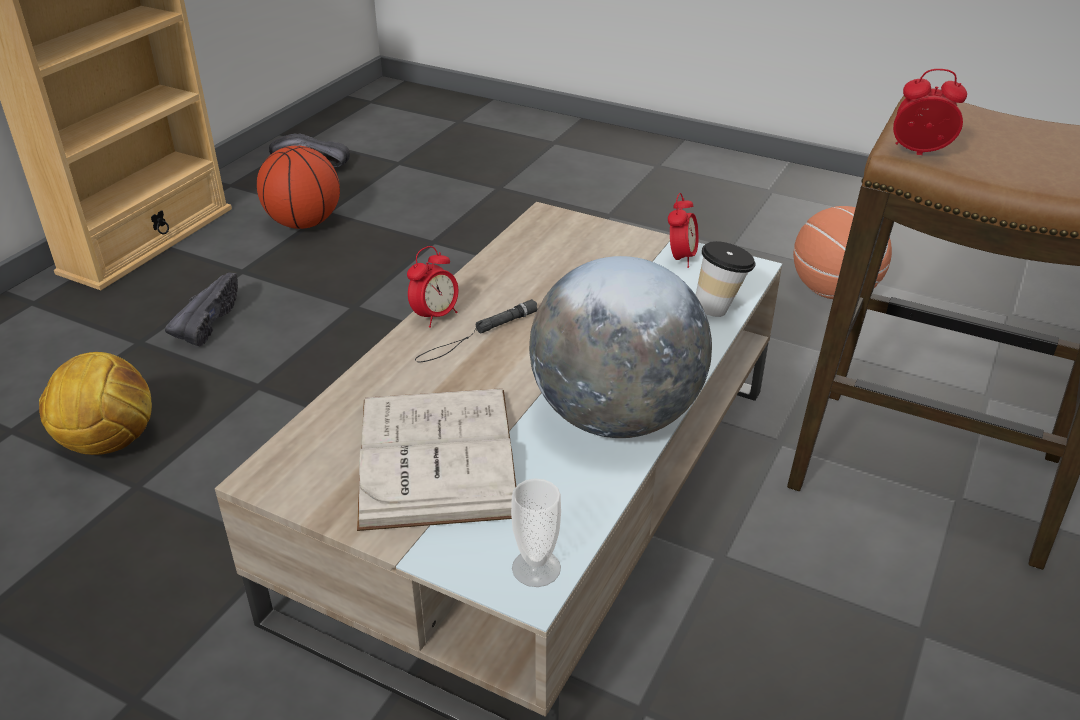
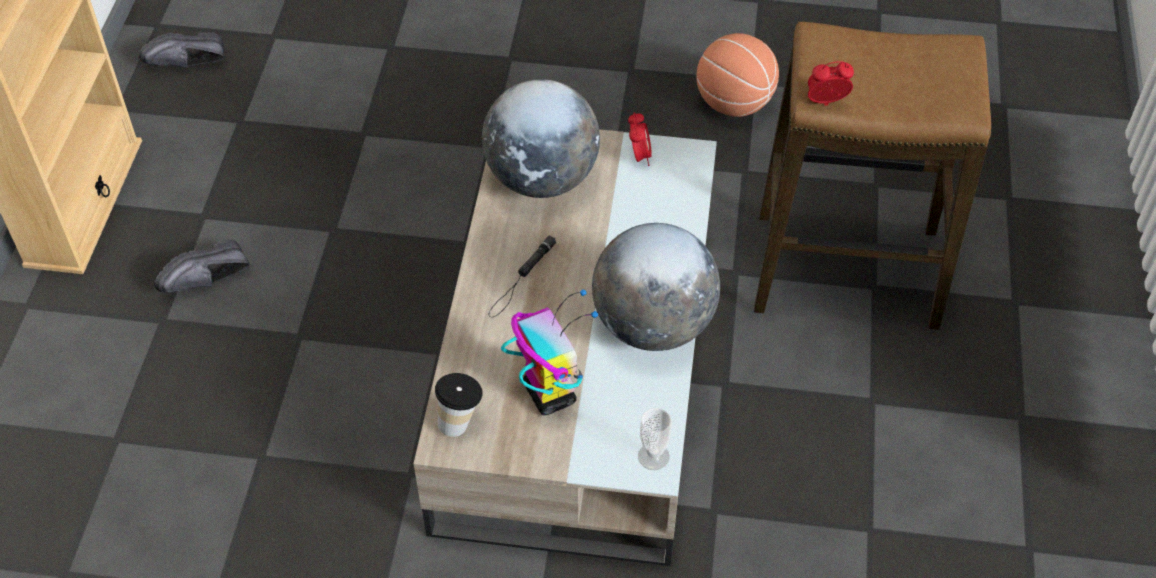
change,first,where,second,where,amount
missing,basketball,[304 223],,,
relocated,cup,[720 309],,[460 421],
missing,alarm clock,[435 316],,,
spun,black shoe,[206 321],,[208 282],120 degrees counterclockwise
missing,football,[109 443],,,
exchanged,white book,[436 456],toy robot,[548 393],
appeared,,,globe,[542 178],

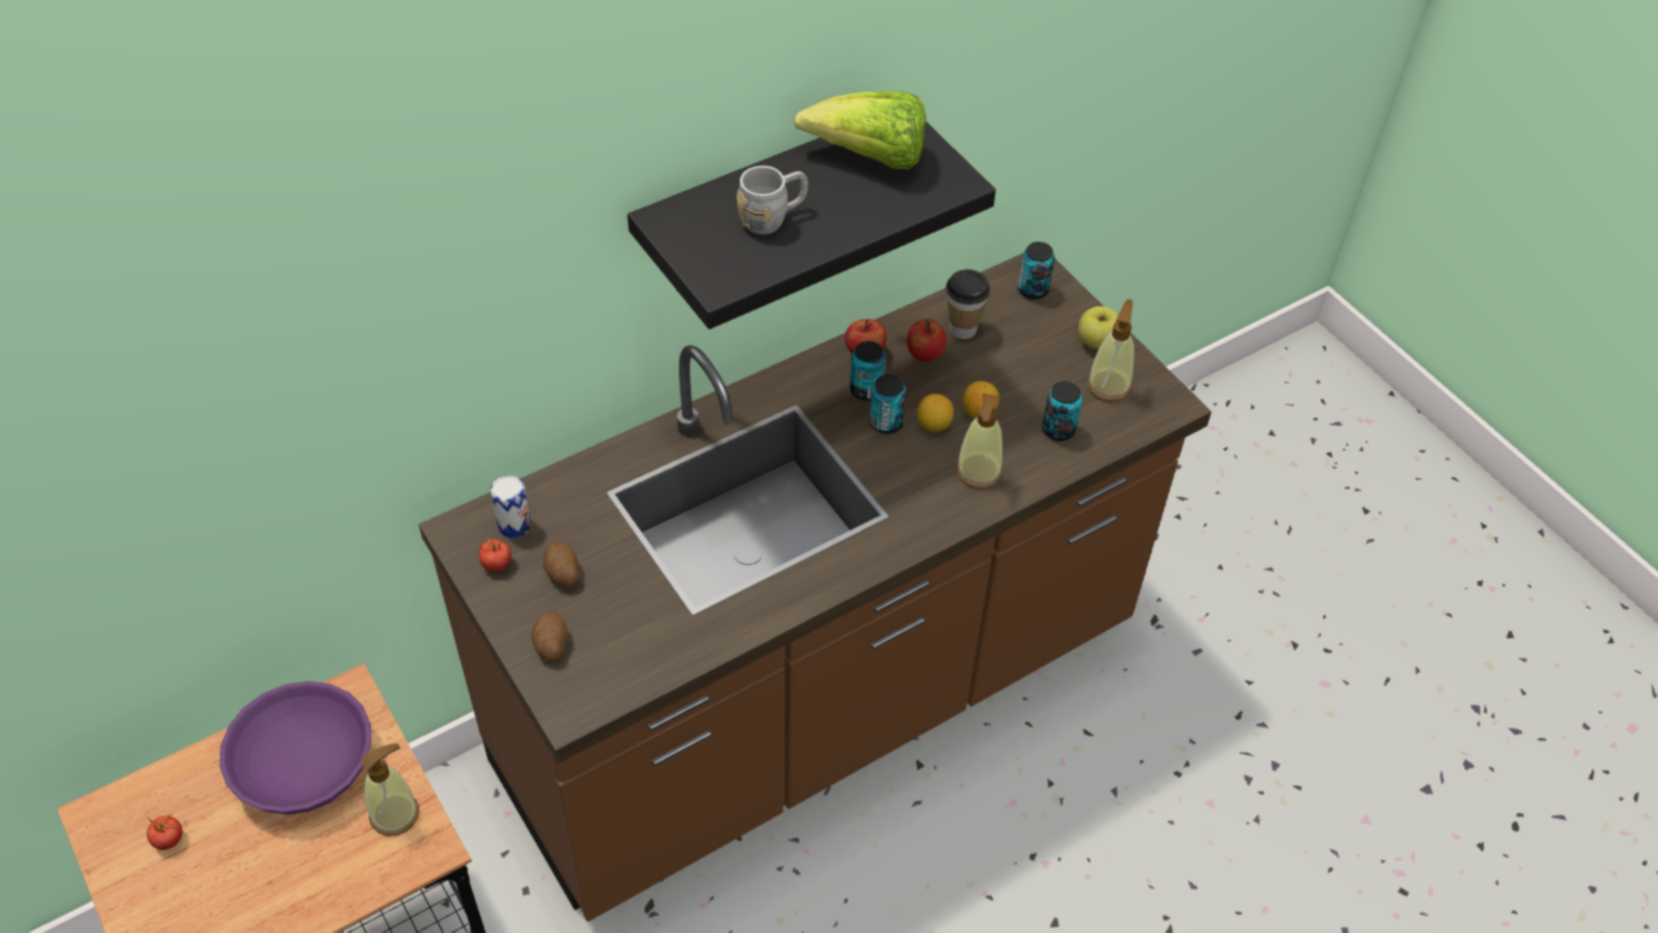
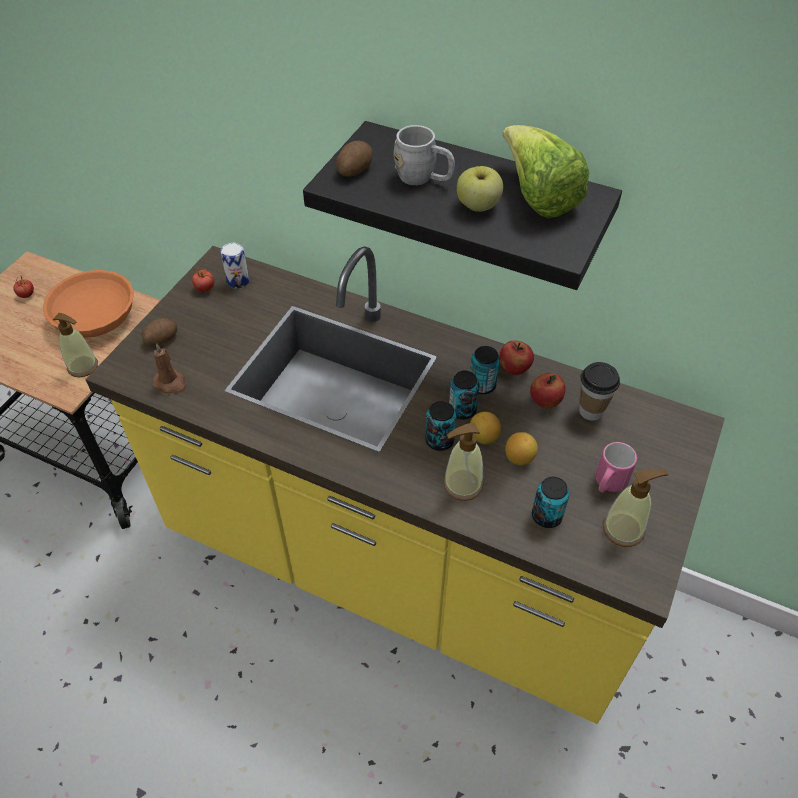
change,first,where,second,where,amount
relocated,can,[1033 290],,[439 440],
colour,brown counter,[819 703],yellow counter,[399 568],
relocated,apple,[1097 342],,[478 206],
relocated,potato,[562 572],,[354 169],
colour,purple bowl,[304 764],orange bowl,[95 316],
appeared,,,brown candle,[171 383],
appeared,,,pink mug,[608 484],

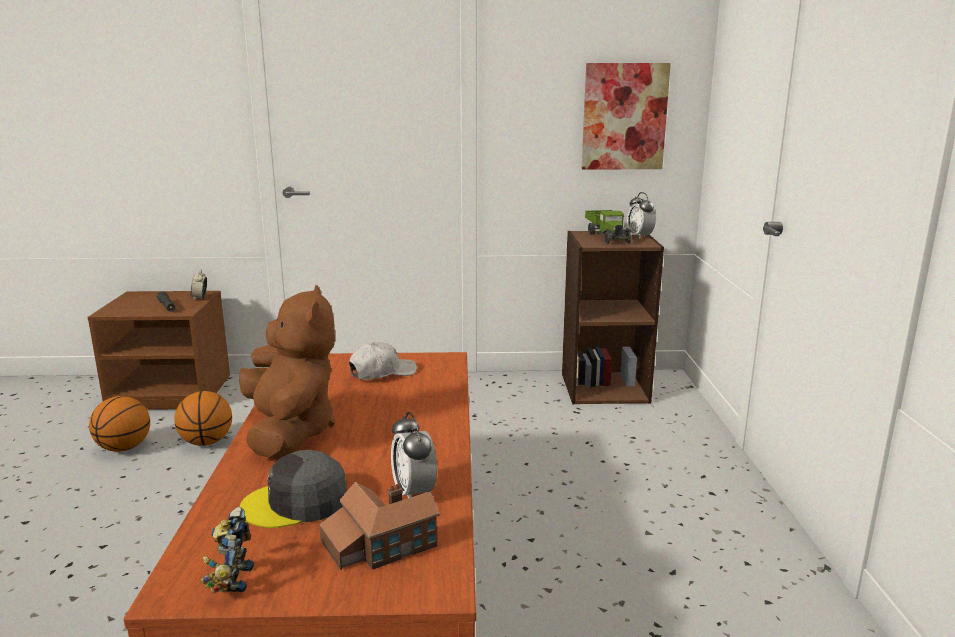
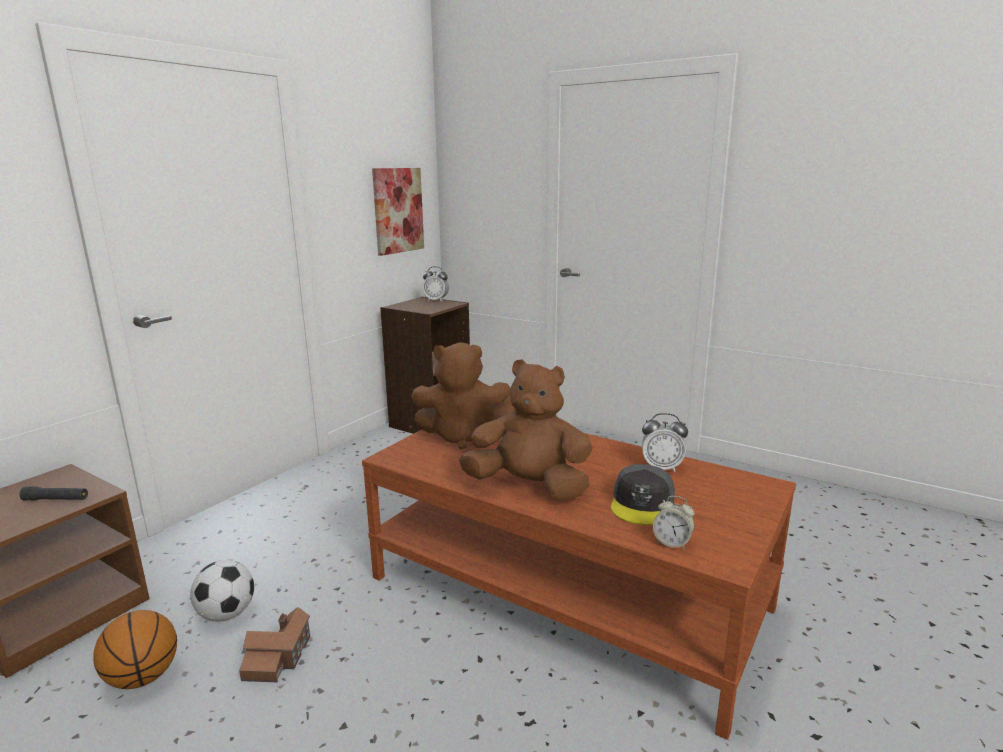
change,first,where,second,where,amount
missing,toy truck,[608 237],,,
relocated,alarm clock,[200 298],,[672 543],
exchanged,white cap,[382 372],brown plush toy,[464 436],
exchanged,basketball,[207 442],football,[227 614],
relocated,toy house,[378 544],,[278 658],
missing,toy robot,[231 579],,,

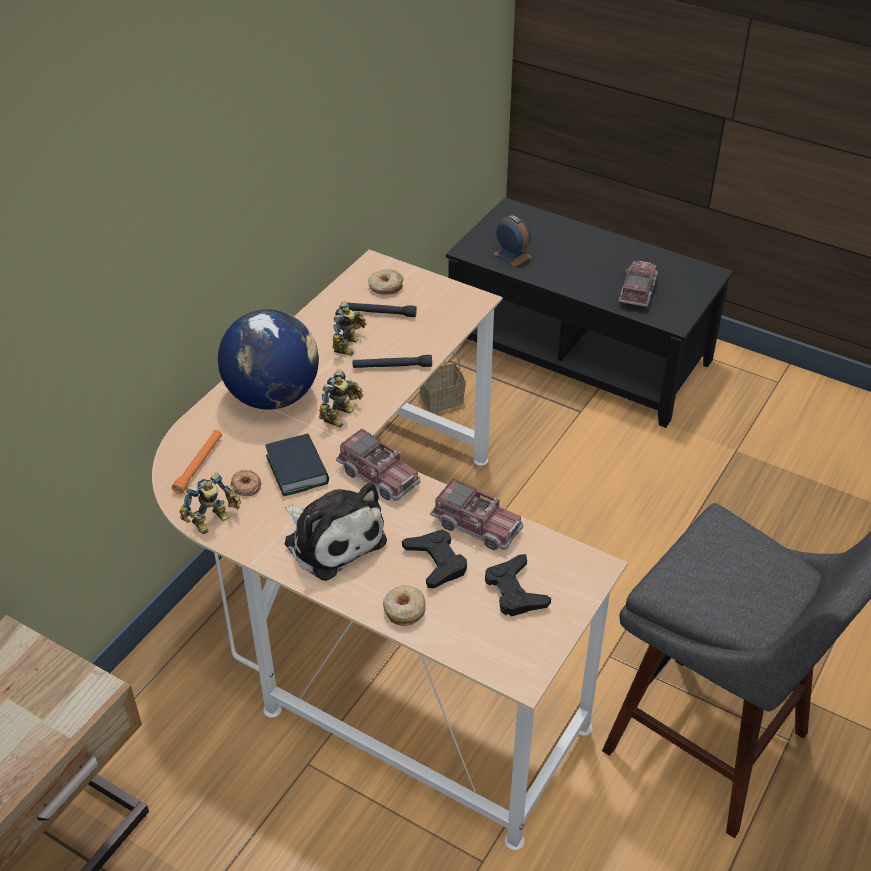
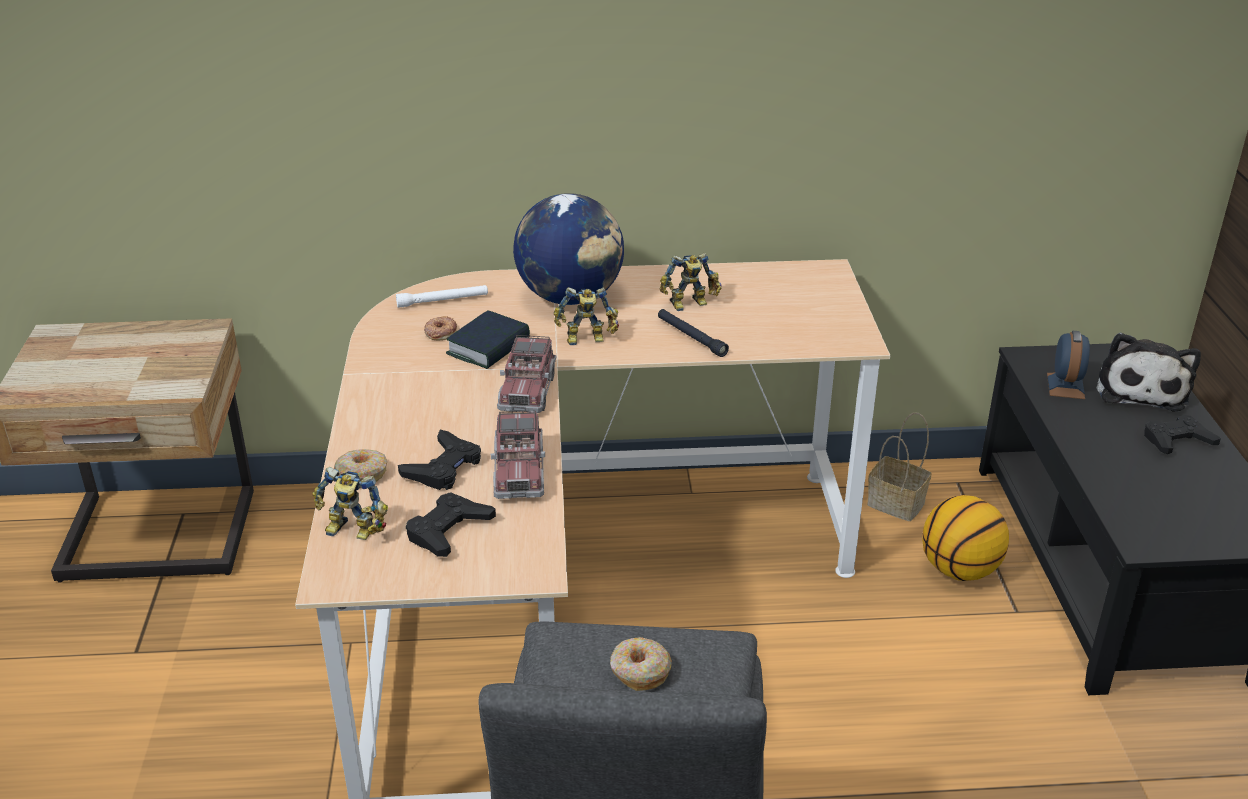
change,first,where,second,where,amount
missing,toy truck,[637 292],,,
relocated,donut,[385 287],,[639 671],
missing,black flashlight,[378 313],,,
colour,orange flashlight,[199 465],white flashlight,[442 301],
relocated,toy robot,[213 521],,[351 532],
relocated,plush toy,[332 539],,[1141 389],
appeared,,,black game controller,[1177 441],
appeared,,,basketball,[959 569],

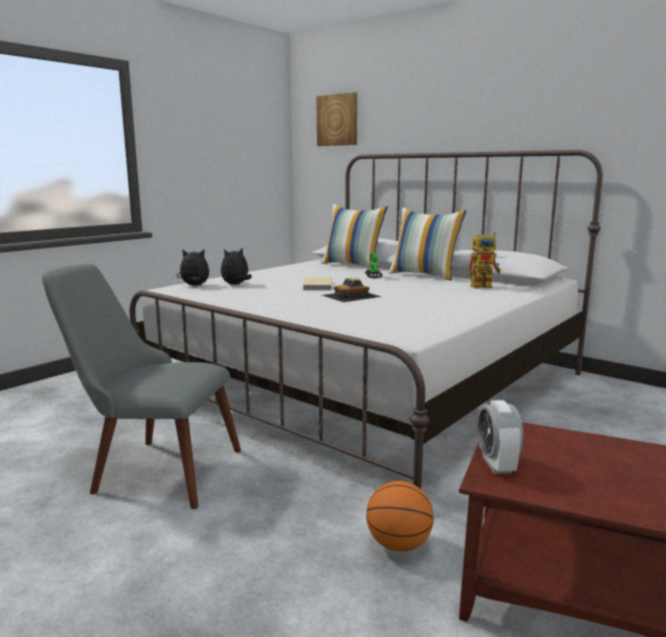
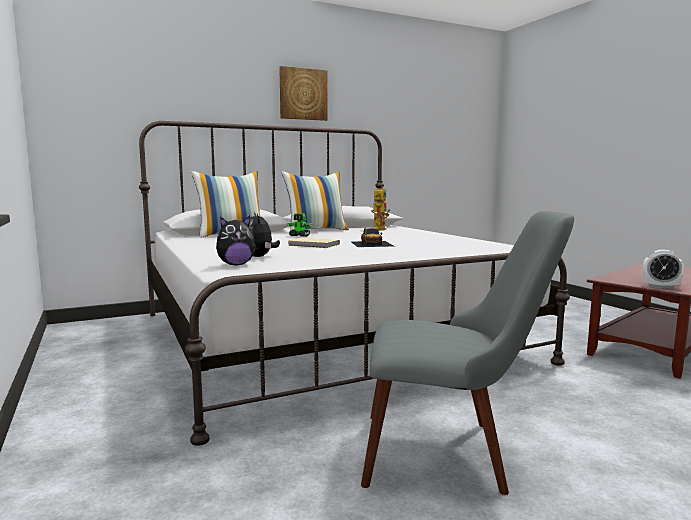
change,first,where,second,where,amount
relocated,picture,[337 120],,[303 94],
spun,plush toy,[195 286],,[236 265],135 degrees counterclockwise
spun,grey chair,[151 469],,[453 452],120 degrees counterclockwise
missing,basketball,[398 544],,,

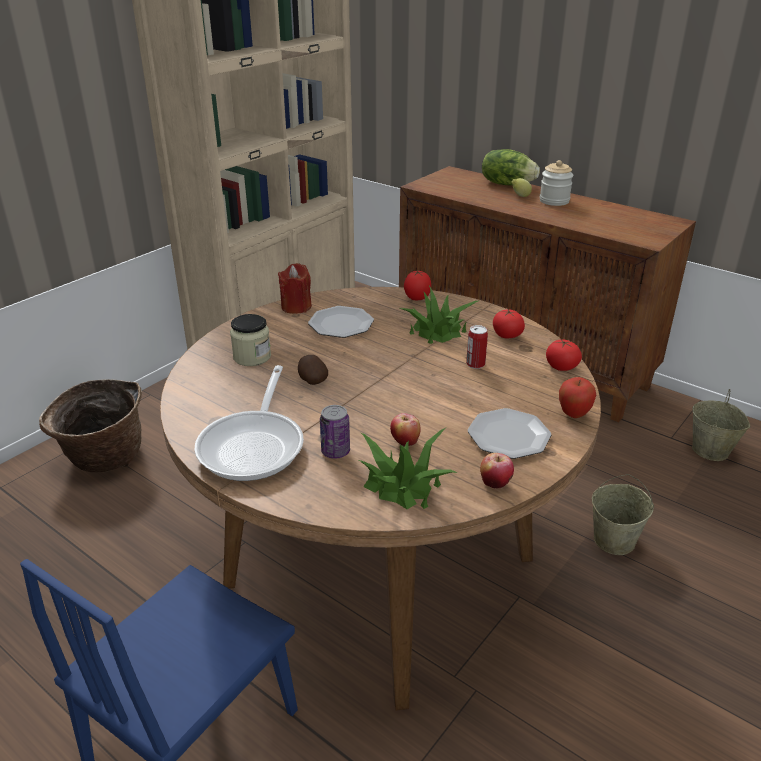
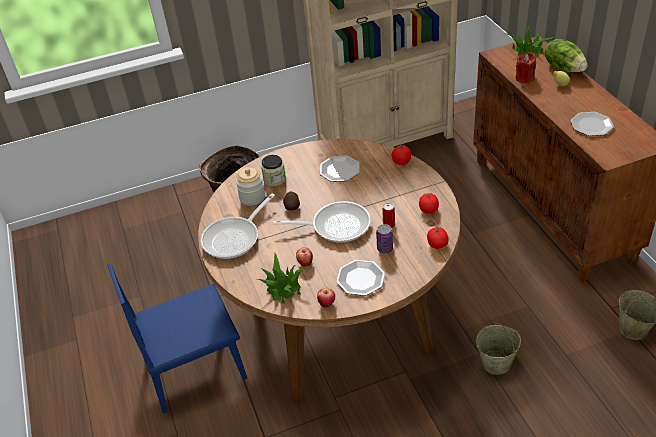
change,first,where,second,where,amount
relocated,jar,[554 201],,[252 197],
relocated,red candle,[296 307],,[524 78],
relocated,potted plant,[437 330],,[527 49],
missing,apple,[573 414],,,
relocated,can,[335 452],,[385 248],
appeared,,,plate,[592 125],
appeared,,,frying pan,[335 226],

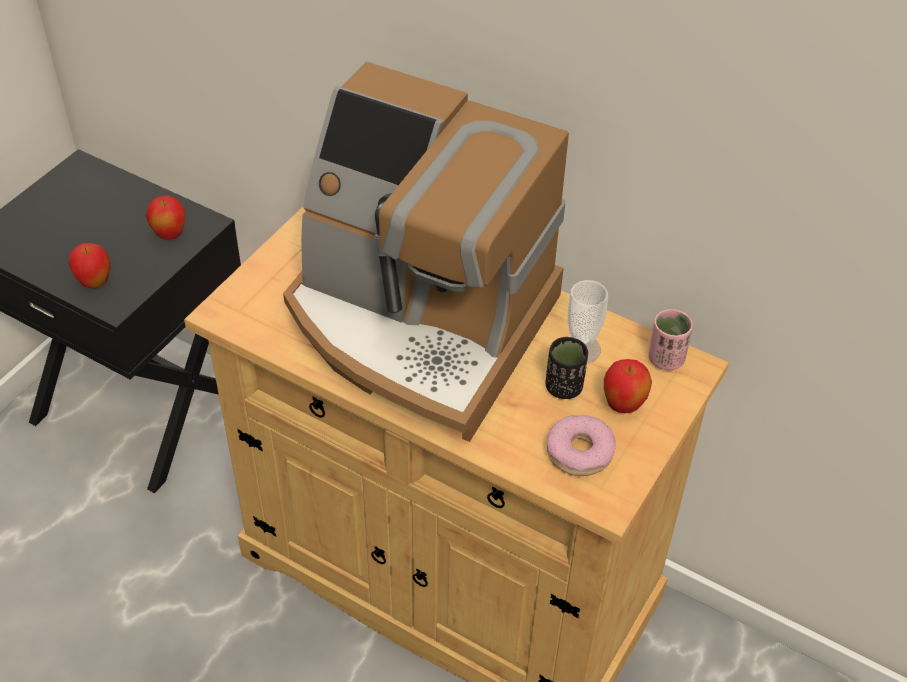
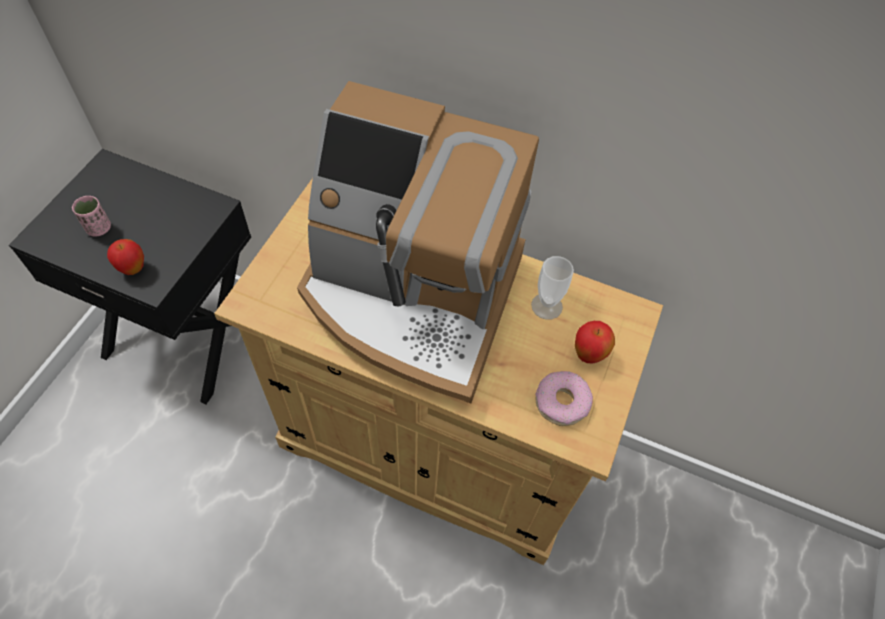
change,first,where,second,where,amount
missing,apple,[170 235],,,
relocated,pink cup,[666 359],,[99 228],
missing,black cup,[564 387],,,

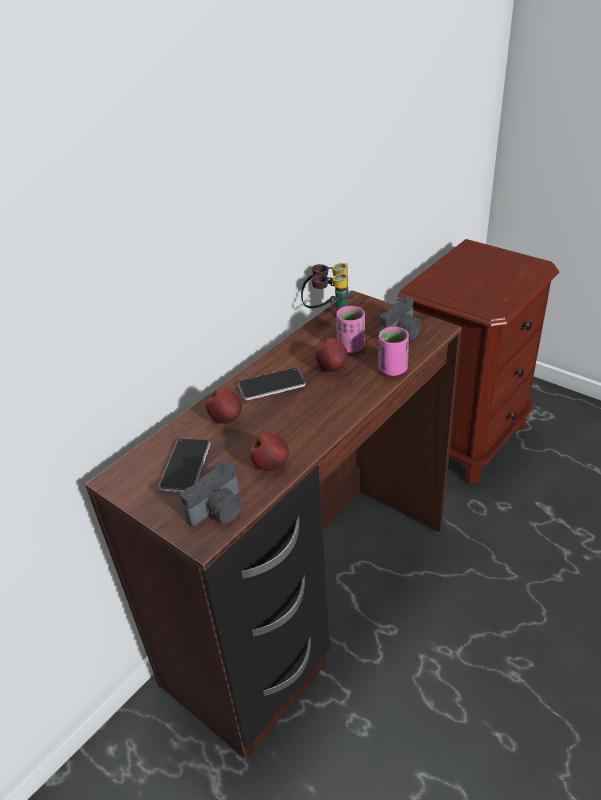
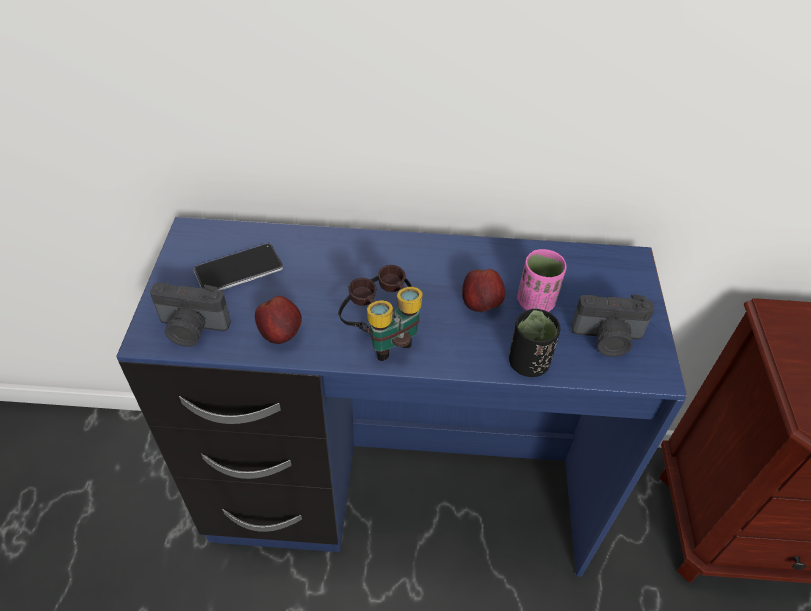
change,first,where,second,where,amount
relocated,binoculars,[328 313],,[382 336],
colour,brown desk,[315 602],blue desk,[398 501],
colour,pink cup,[392 369],black cup,[528 363],
missing,phone,[271 385],,,
missing,apple,[227 419],,,

